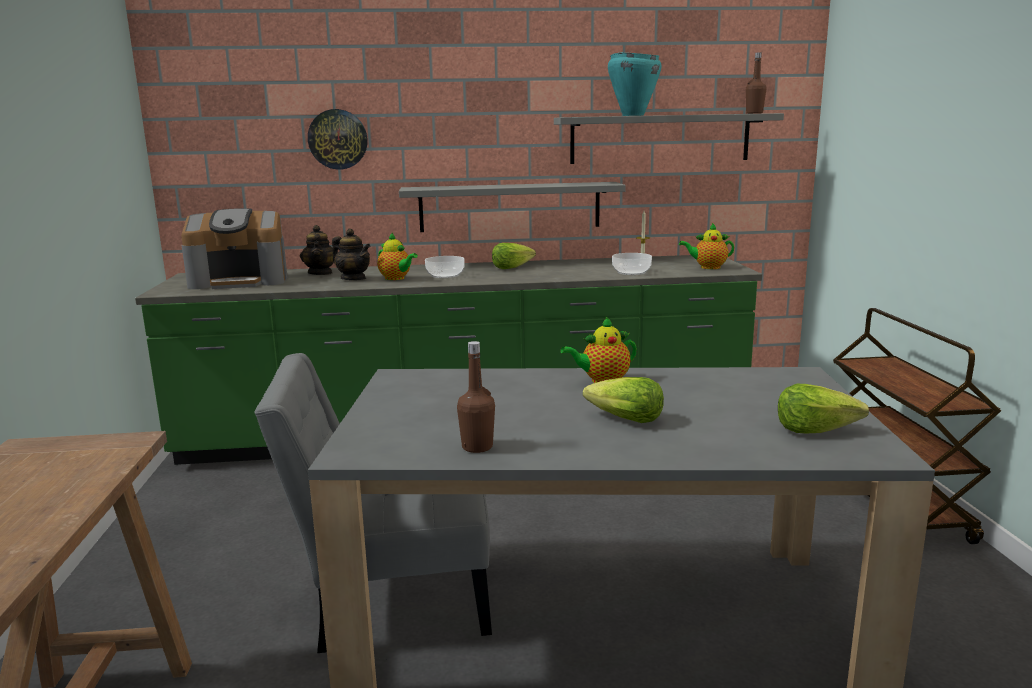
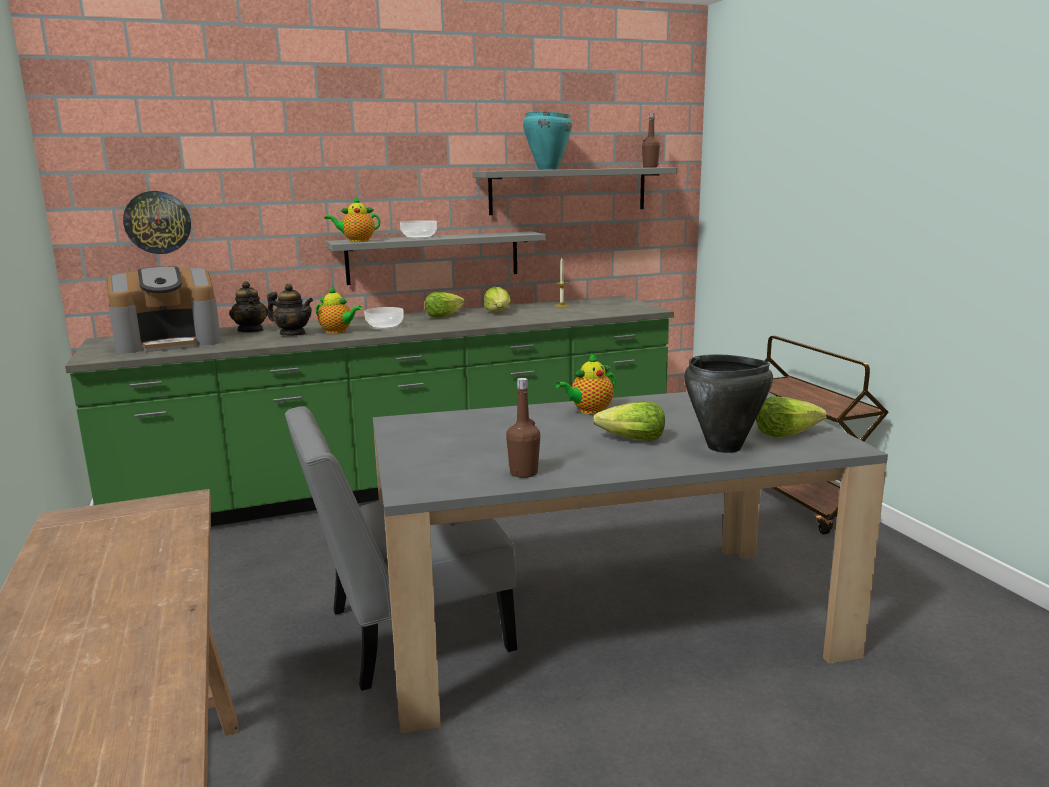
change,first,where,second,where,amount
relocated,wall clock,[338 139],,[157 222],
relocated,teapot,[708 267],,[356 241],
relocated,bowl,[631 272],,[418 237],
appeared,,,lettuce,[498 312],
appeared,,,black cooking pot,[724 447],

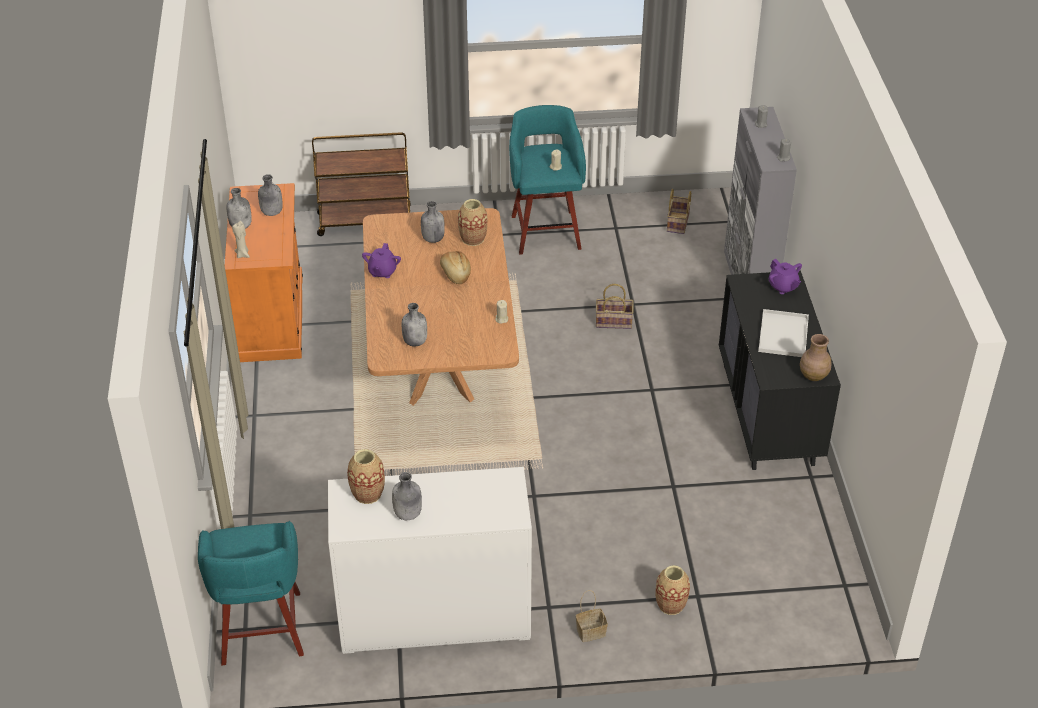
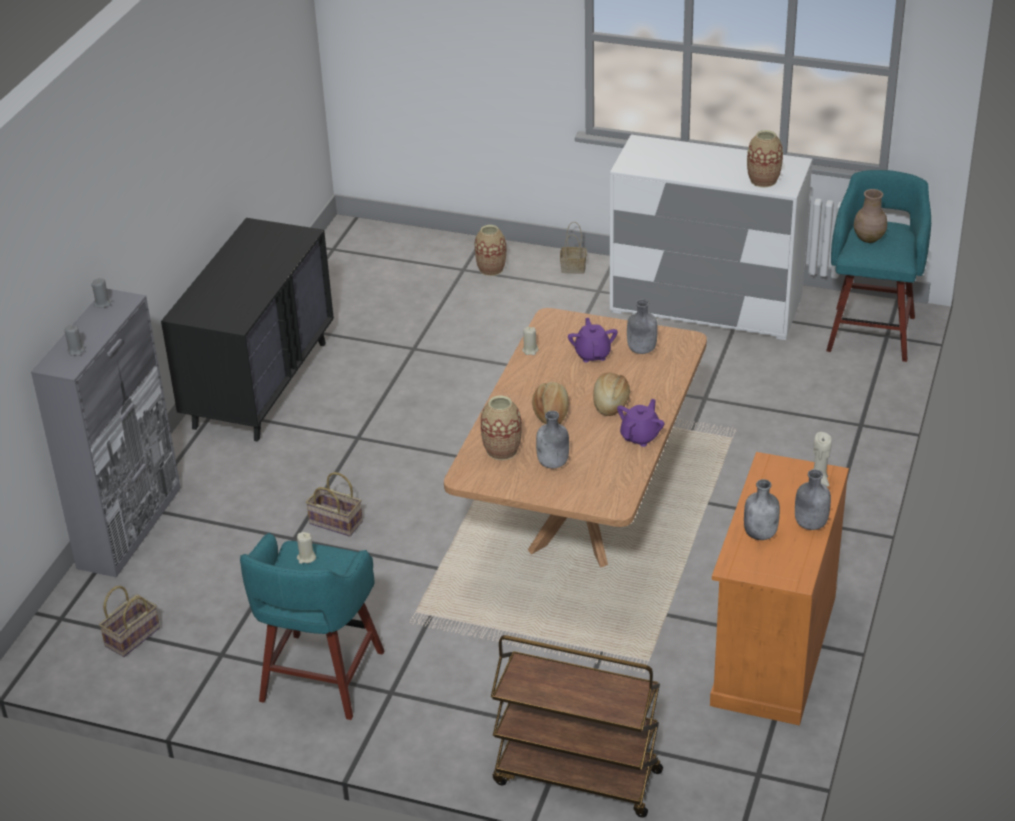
change,first,where,second,where,amount
relocated,purple teapot,[783 287],,[592 354],
missing,white tray,[784 335],,,
relocated,brown vase,[813 375],,[868 238],
missing,grey bottle,[408 514],,,
appeared,,,bread,[610 402],

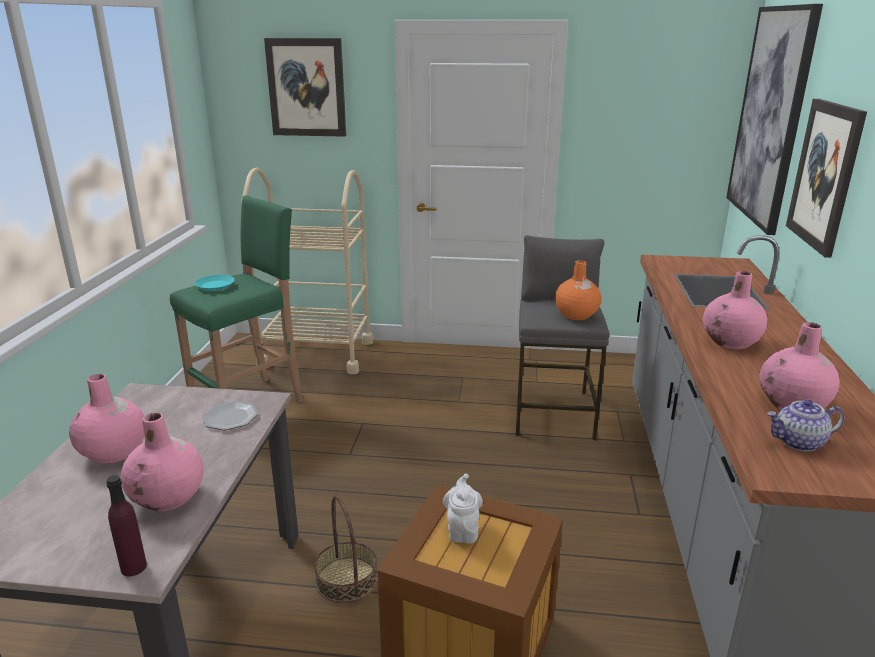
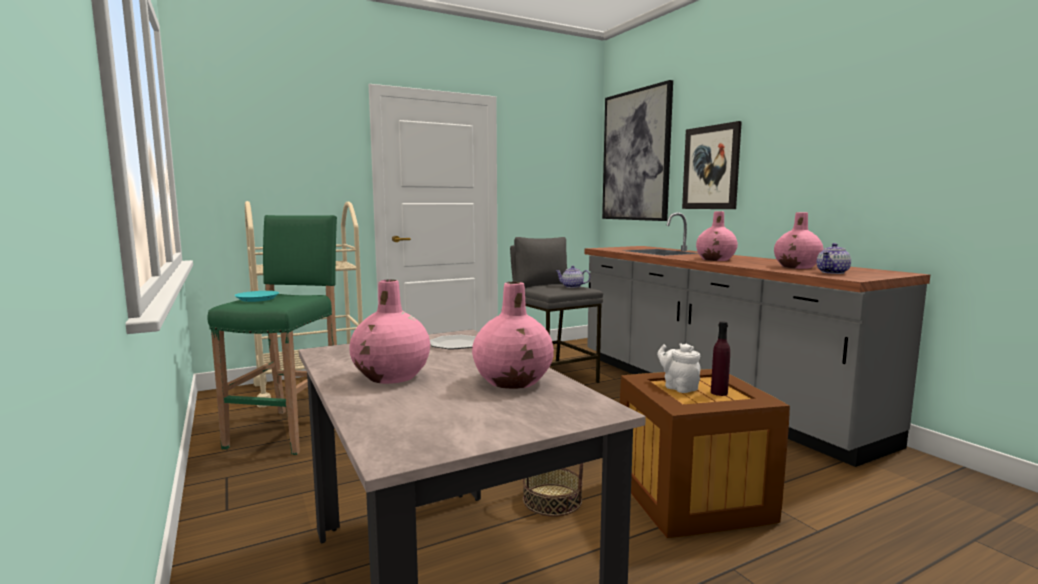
change,first,where,second,where,amount
missing,picture,[306 88],,,
exchanged,orange vase,[576 315],teapot,[572 286],
relocated,purple bottle,[133 567],,[719 393],

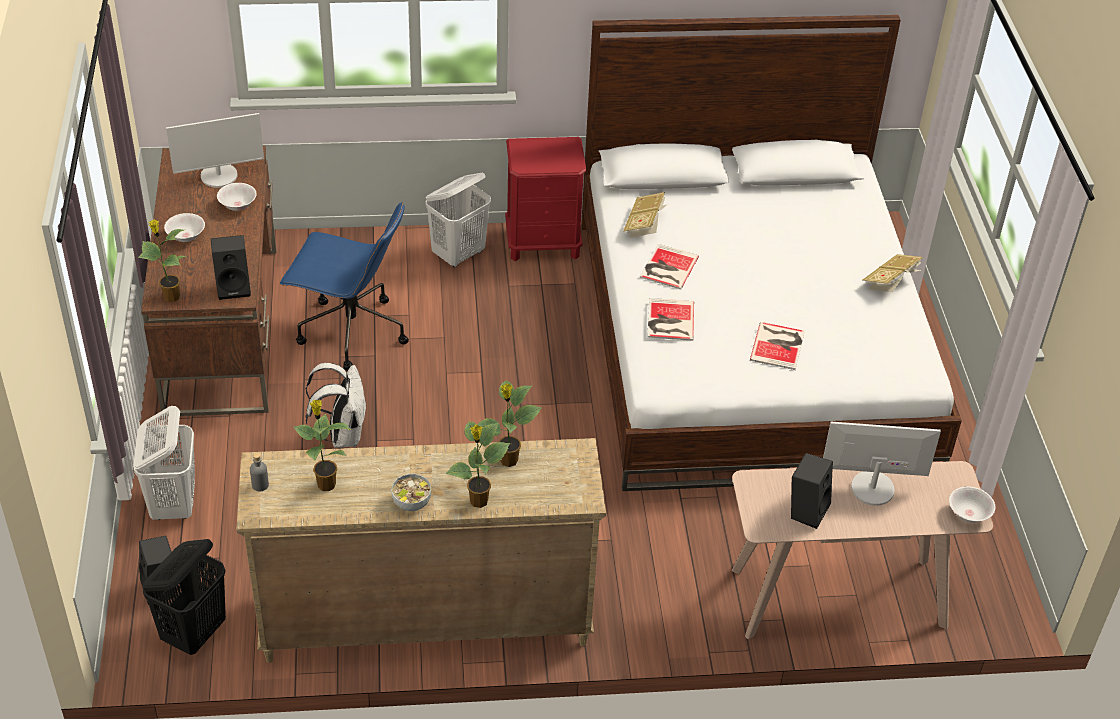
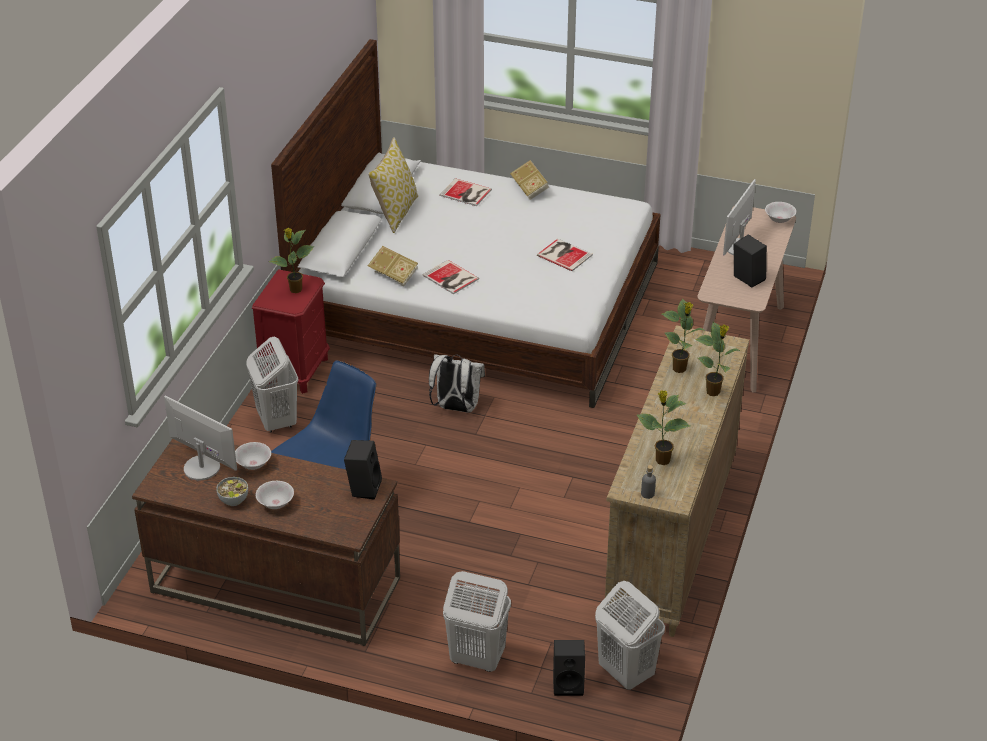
change,first,where,second,where,amount
spun,monitor,[219 176],,[202 467],60 degrees counterclockwise
relocated,potted plant,[170 297],,[295 290],
relocated,book,[669 321],,[466 193],
relocated,white backpack,[342 434],,[456 408],
relocated,bowl,[412 503],,[234 500],
colour,black laundry basket,[194 633],white laundry basket,[625 673],
appeared,,,pillow,[395 212],

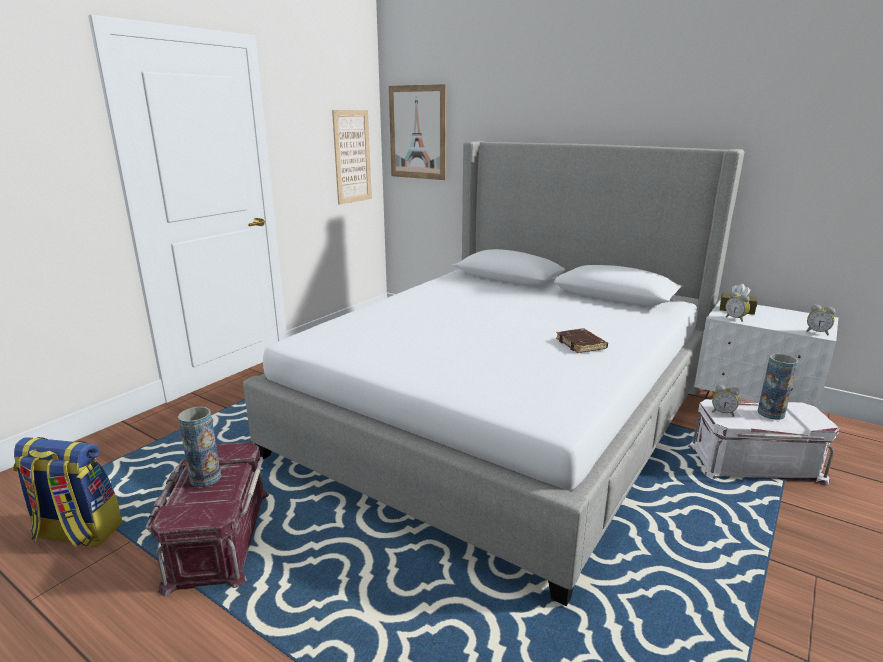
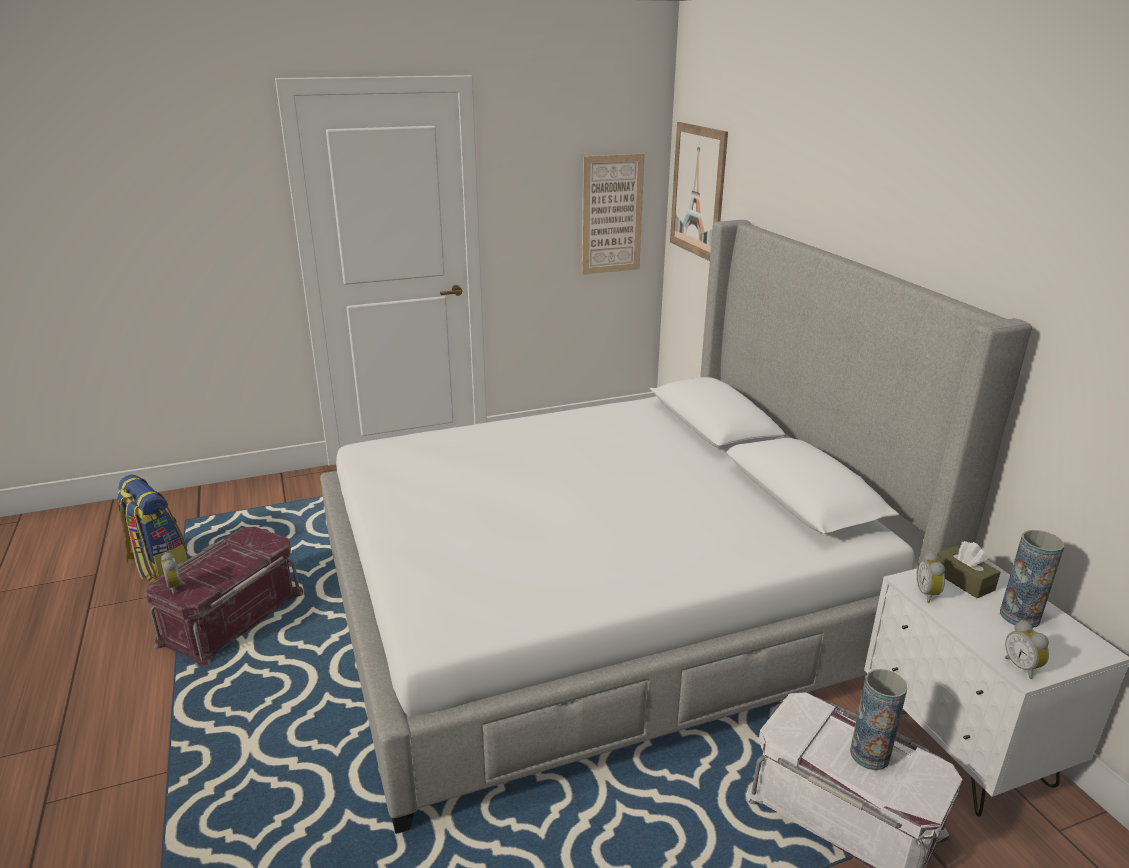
change,first,where,second,where,amount
missing,brown book,[581 344],,,
relocated,alarm clock,[722 413],,[177 587],
relocated,vase,[205 478],,[1019 616],

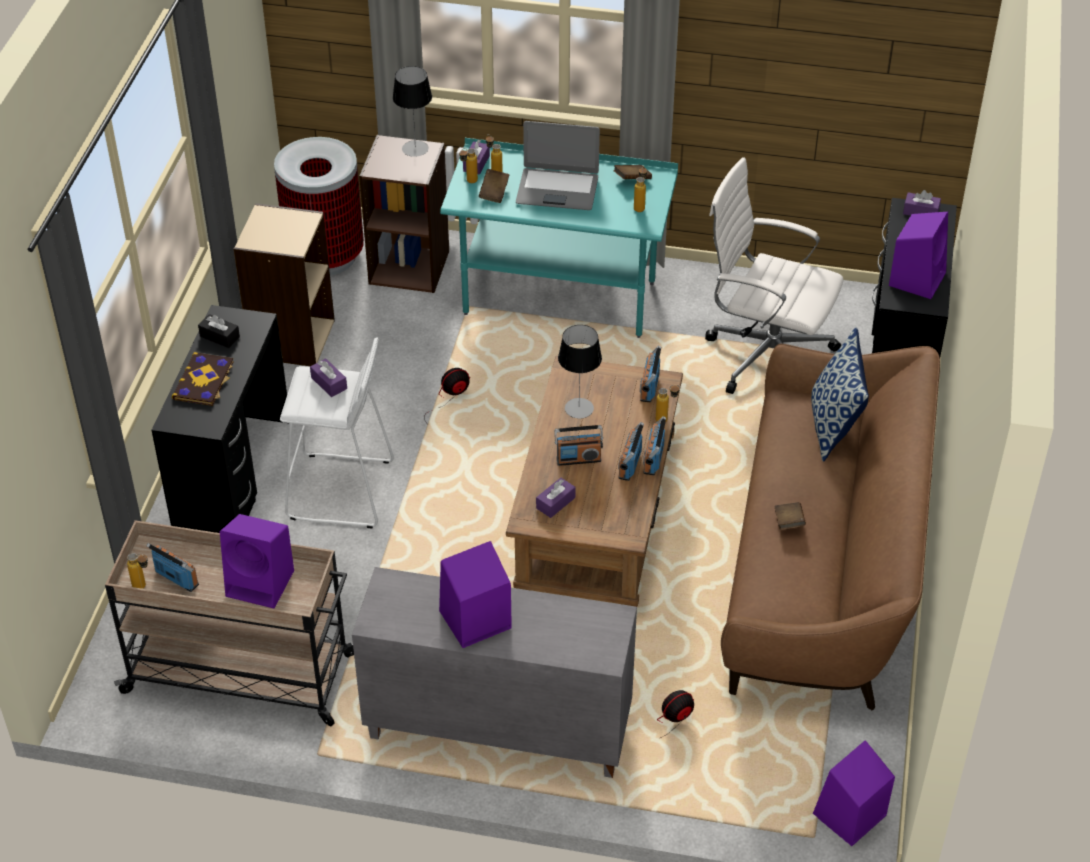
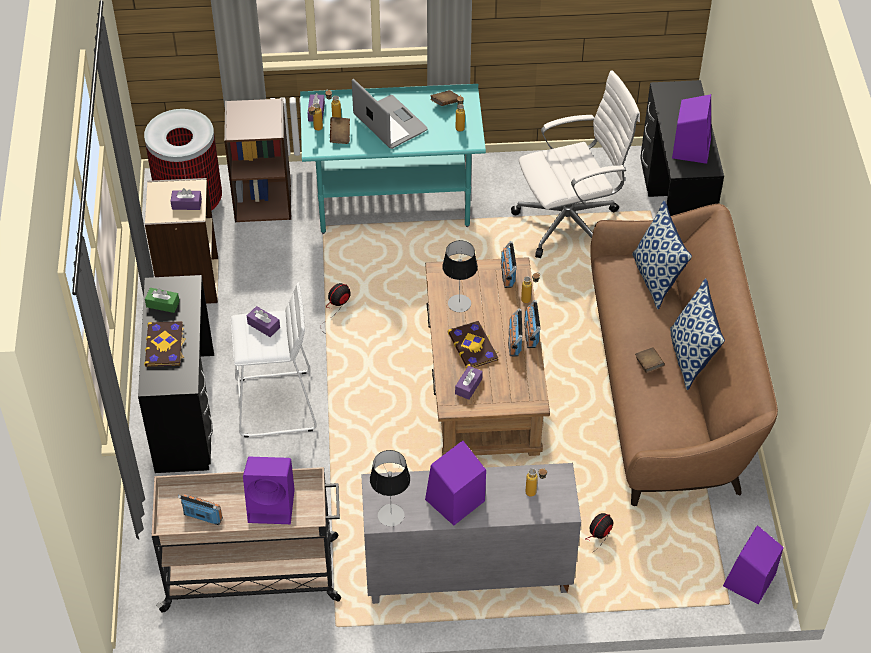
change,first,where,second,where,amount
relocated,table lamp,[415 148],,[391 515],
spun,laptop,[557 189],,[389 123],120 degrees counterclockwise
spun,white office chair,[766 355],,[570 223],150 degrees clockwise
relocated,purple tissue box,[920 212],,[186 204],
colour,black tissue box,[219 337],green tissue box,[163 304],
exchanged,radio,[578 459],book,[473 346],
relocated,bottle,[143 588],,[535 493],
appeared,,,pillow,[691 358],

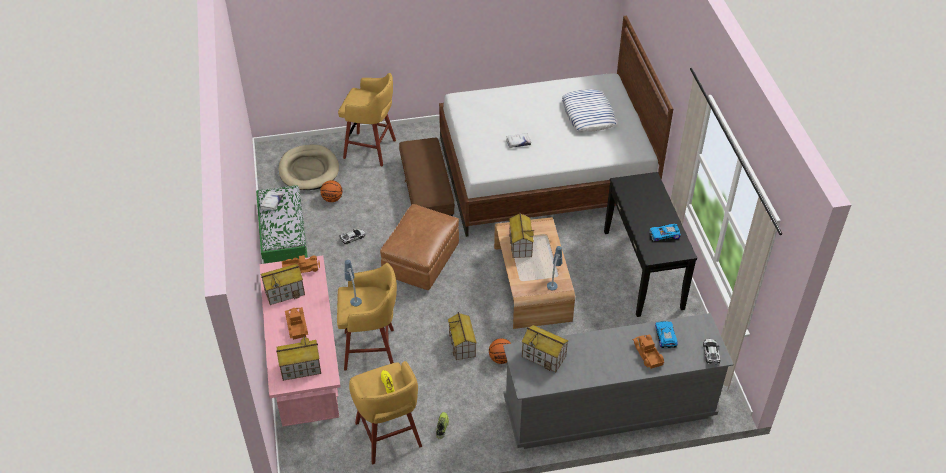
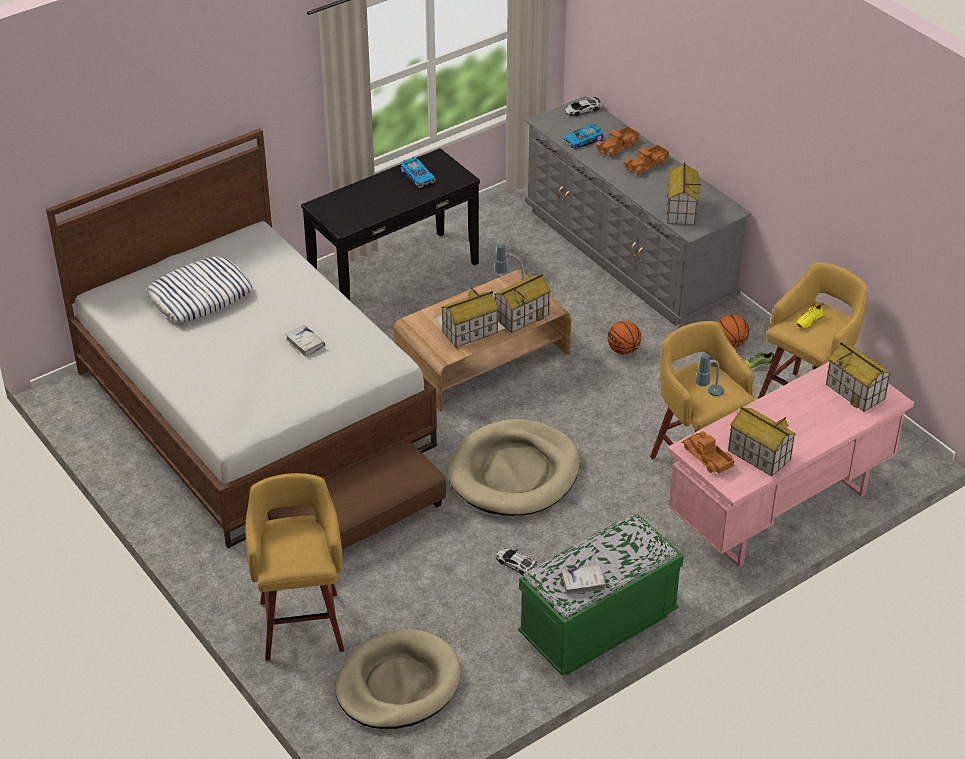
change,first,where,second,where,amount
relocated,basketball,[332 199],,[730 344],
exchanged,brown ottoman,[421 262],beige dog bed,[514 473],
relocated,toy truck,[296 326],,[647 165],
relocated,toy house,[462 345],,[521 316],

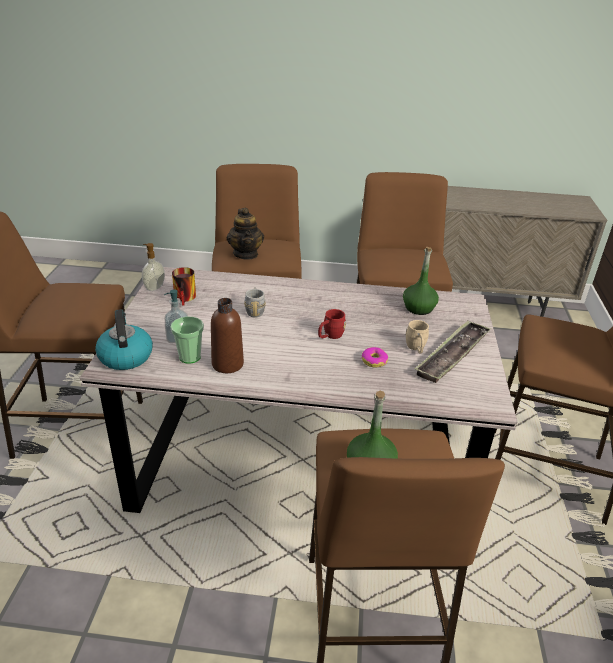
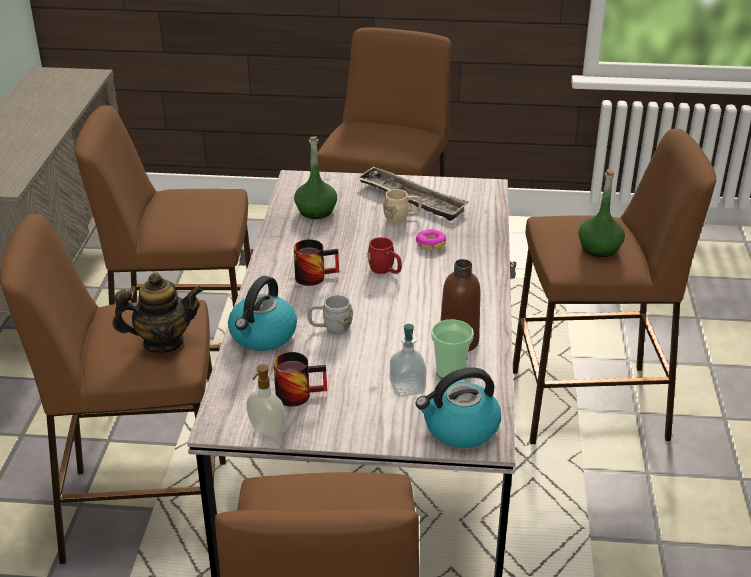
change,first,where,second,where,amount
appeared,,,mug,[314 275],
appeared,,,kettle,[263 336],

